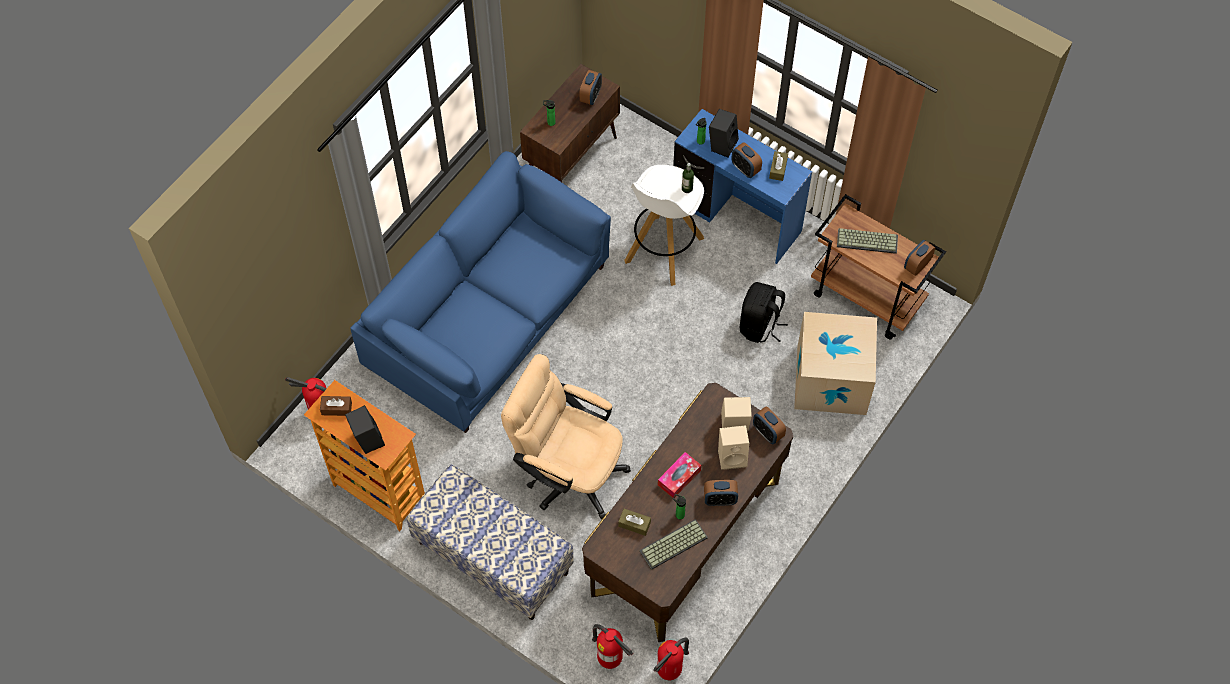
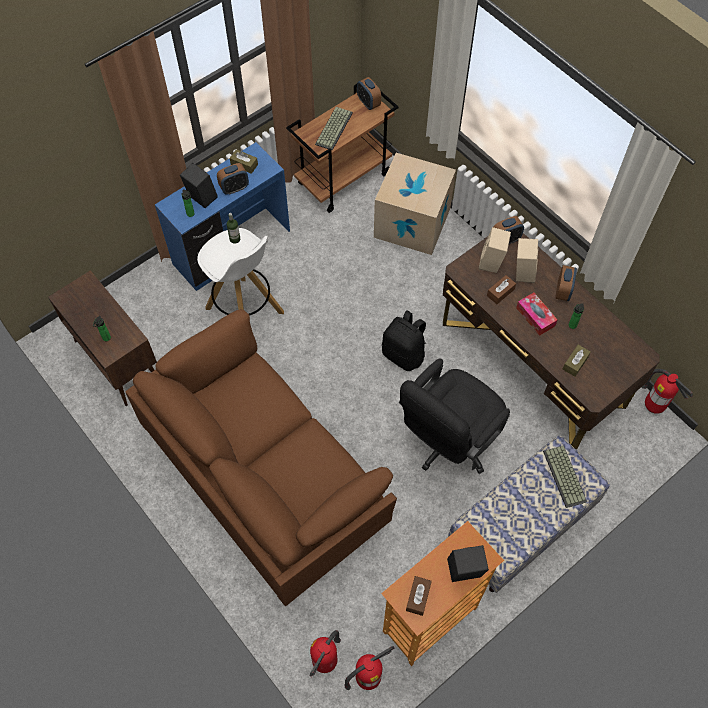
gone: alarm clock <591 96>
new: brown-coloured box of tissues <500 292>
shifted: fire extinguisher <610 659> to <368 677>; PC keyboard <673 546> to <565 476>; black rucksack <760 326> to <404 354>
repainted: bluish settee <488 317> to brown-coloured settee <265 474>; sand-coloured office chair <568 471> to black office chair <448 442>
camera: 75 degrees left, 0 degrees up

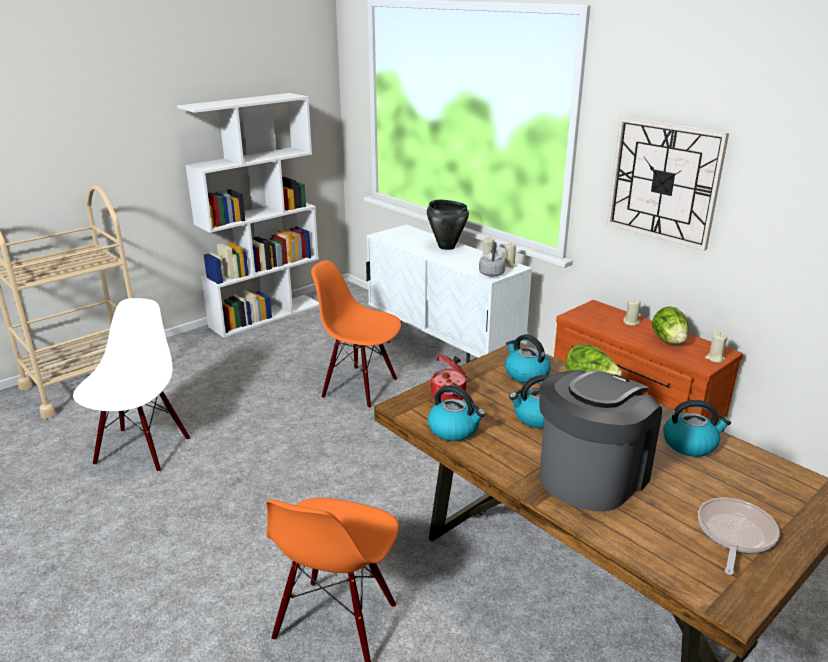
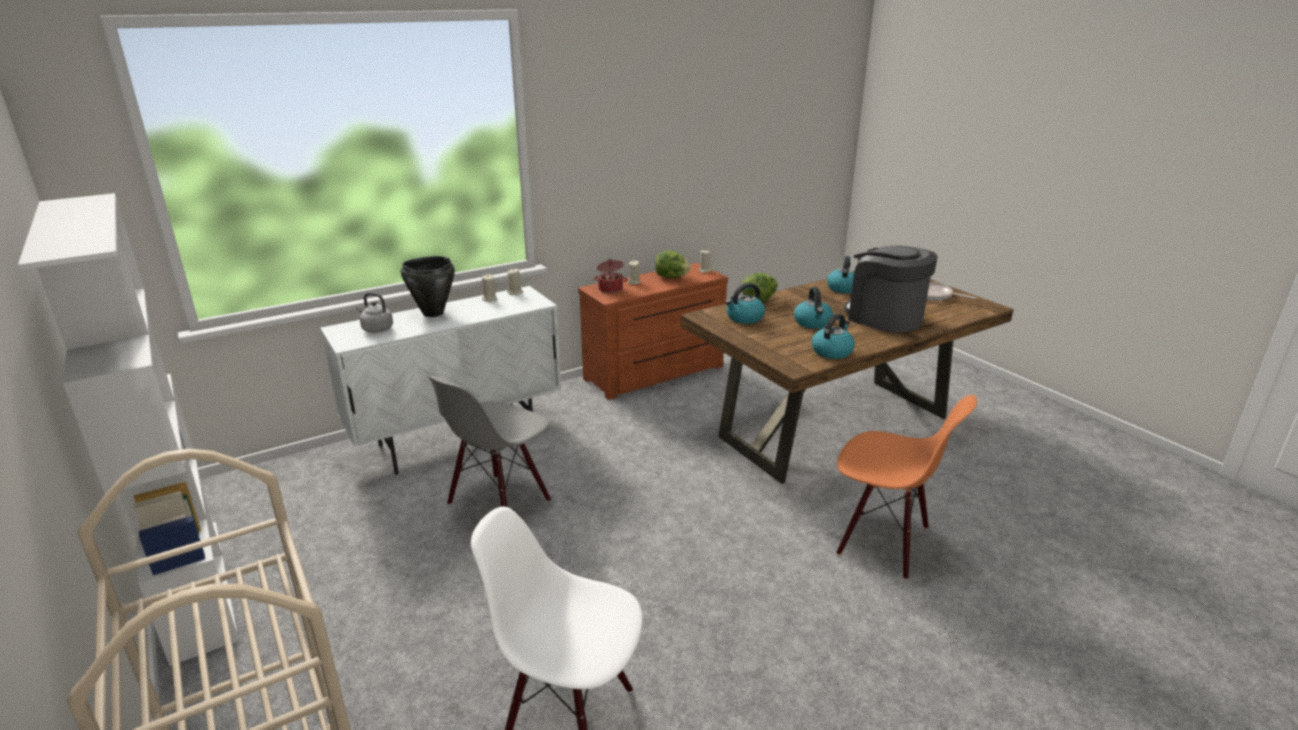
gone: hanging clock <664 182>
shifted: stockpot <449 395> to <611 289>; greyish water kettle <492 273> to <376 329>
repainted: orange-coloured upright chair <360 387> to greyish upright chair <499 503>
camera: 80 degrees left, 0 degrees up

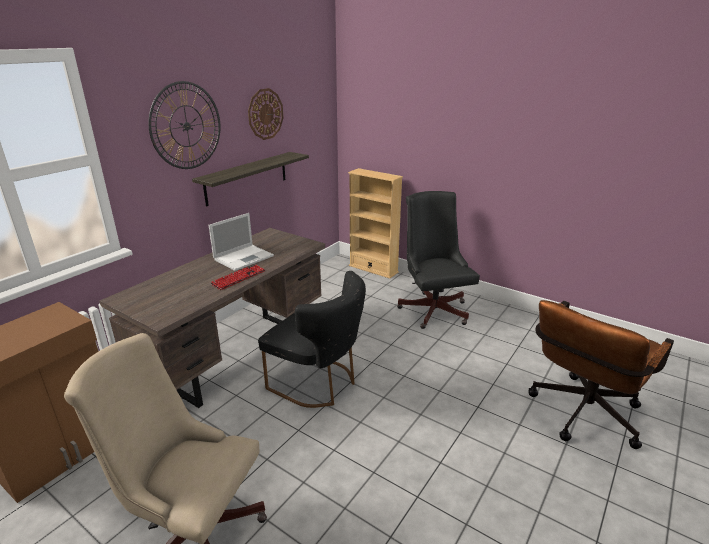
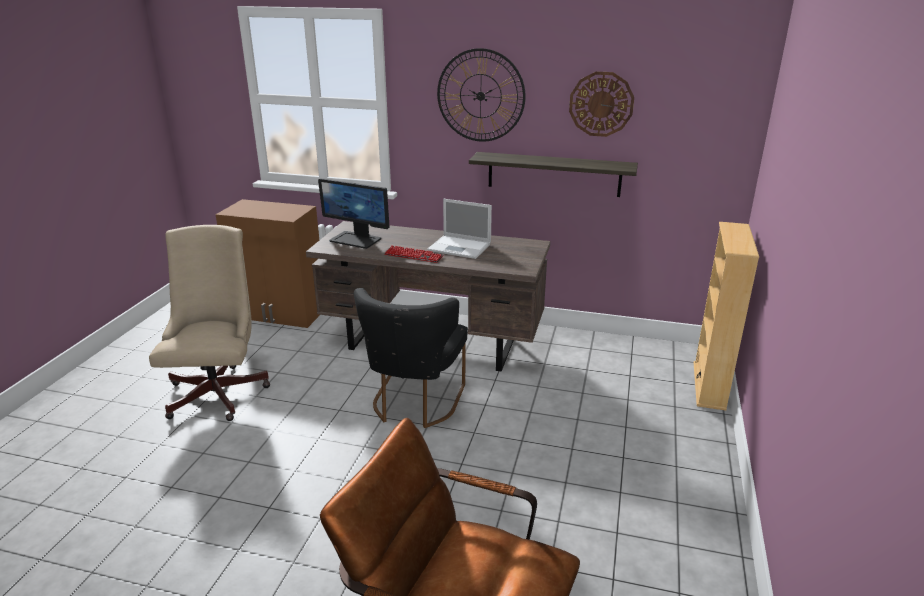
gone: black office chair <433 308>
new: computer screen <356 239>
camera: 70 degrees right, 0 degrees up

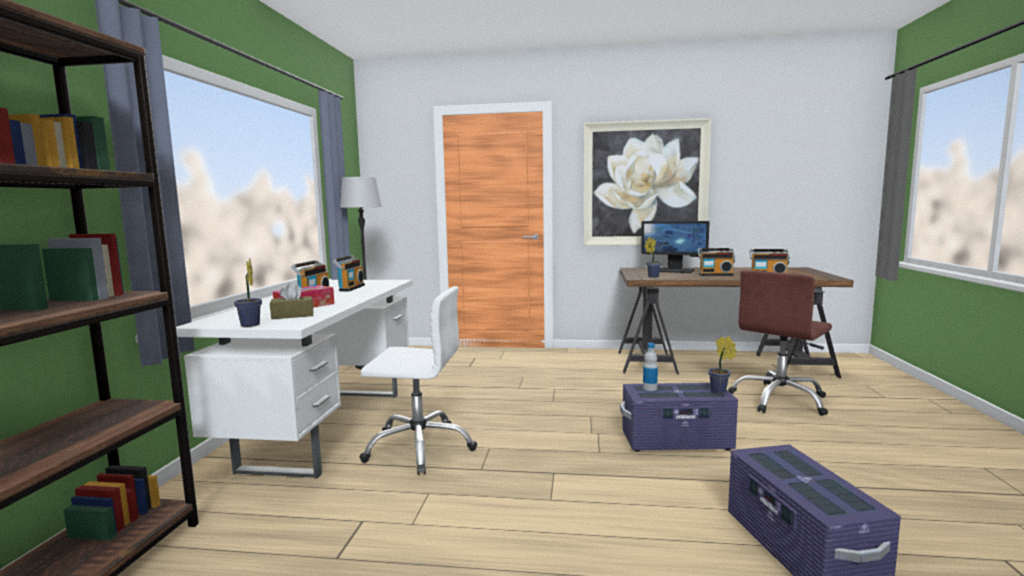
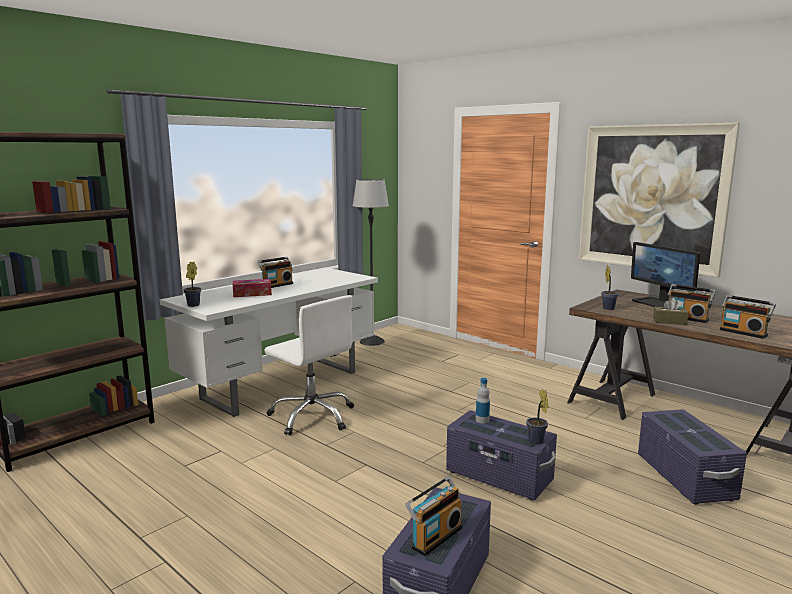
shifted: brown-coloured box of tissues <292 315> to <669 321>; radio receiver <350 288> to <435 537>
swapped: brown-coloured office chair <780 400> to purplish storage box <685 477>
camera: 35 degrees right, 5 degrees up

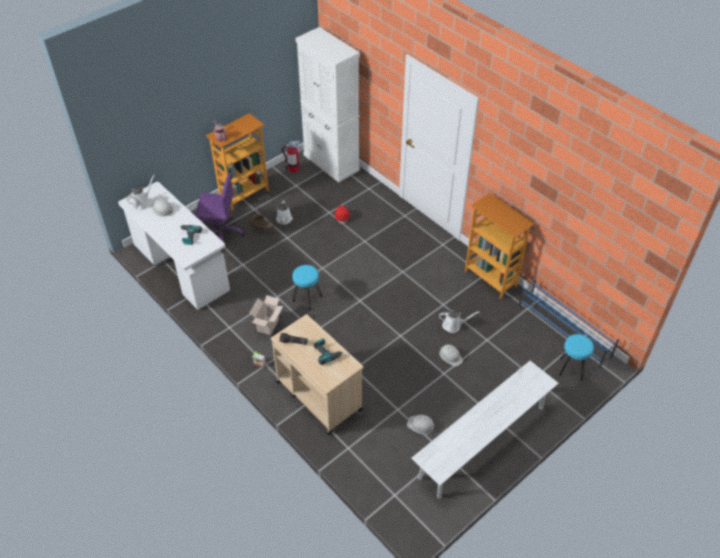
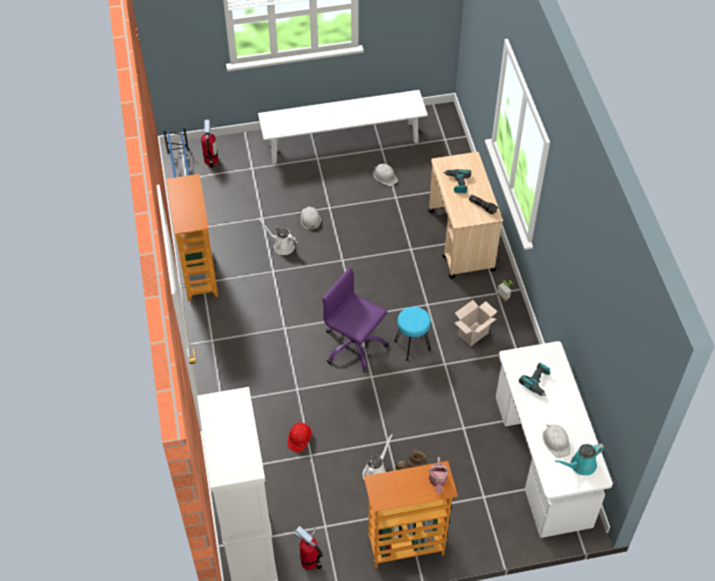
shifted: purplish office chair <220 234> to <354 346>
swapped: blue-green stool seat <571 368> to fire extinguisher <211 160>
repainted: white sprinkling can <142 203> to blue-green sprinkling can <580 465>
camera: 150 degrees left, 5 degrees up

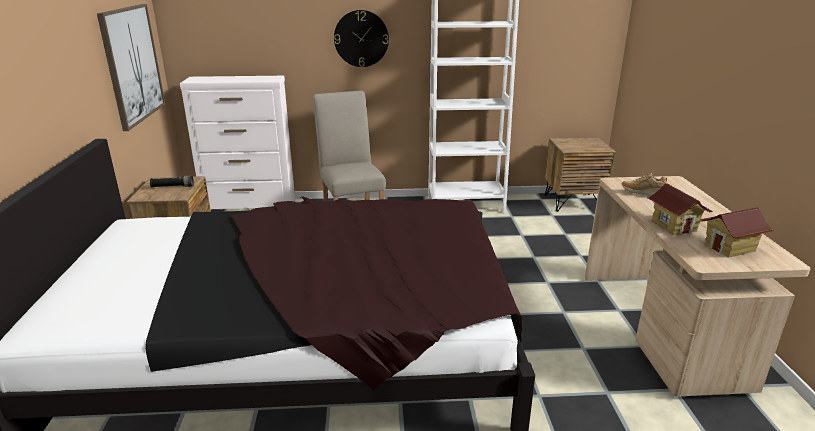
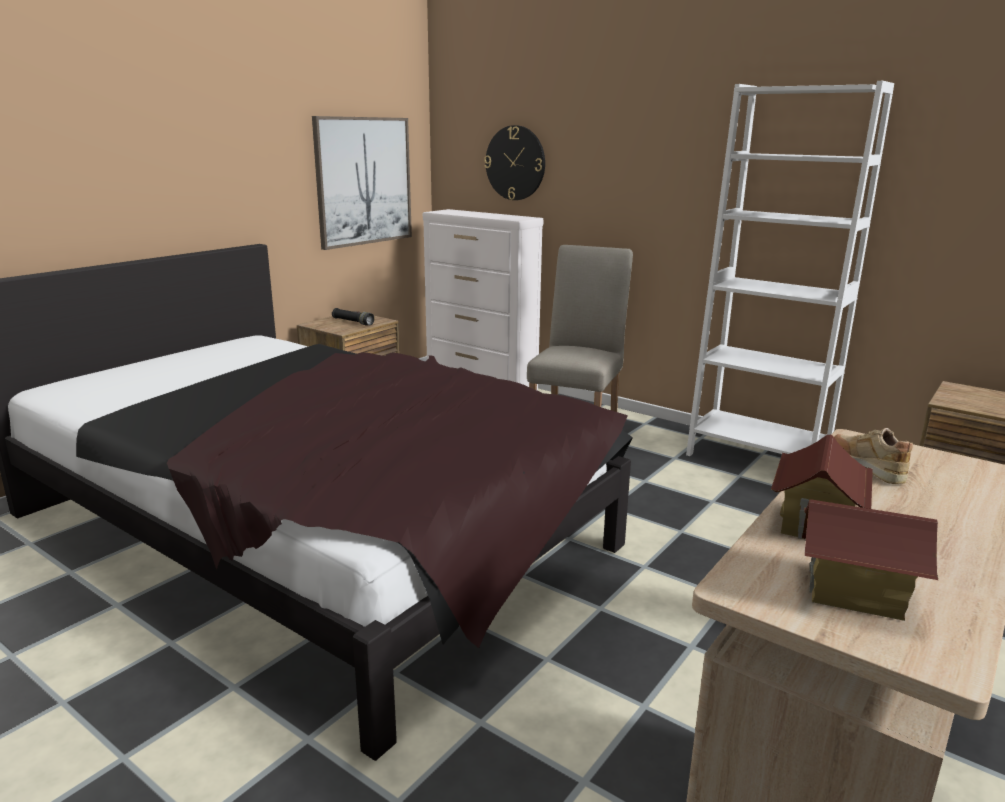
shifted: hanging clock <361 38> to <515 163>
camera: 40 degrees right, 5 degrees down

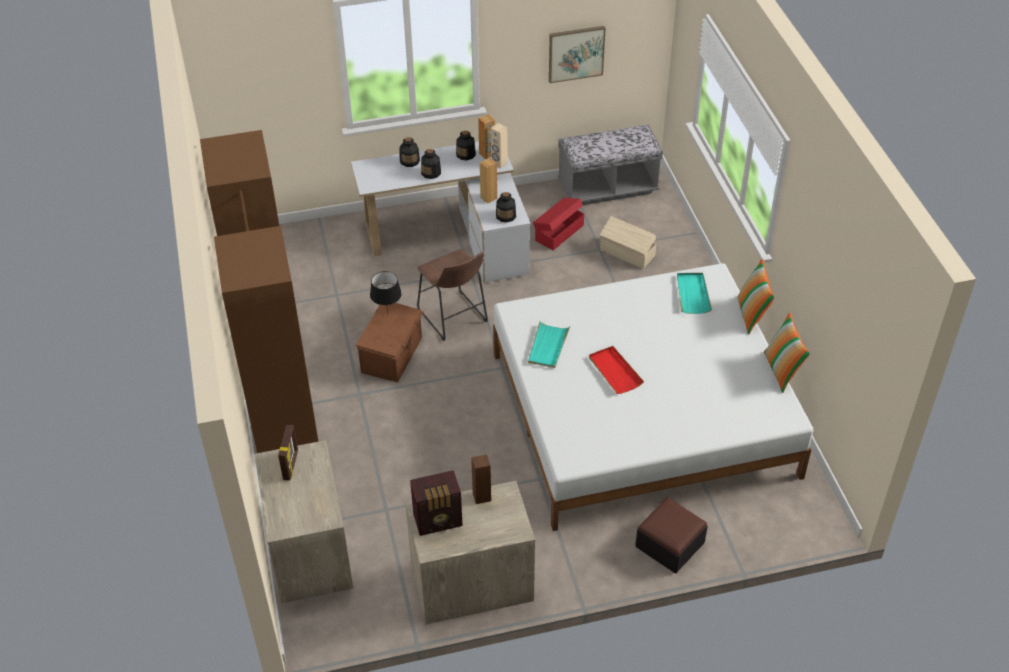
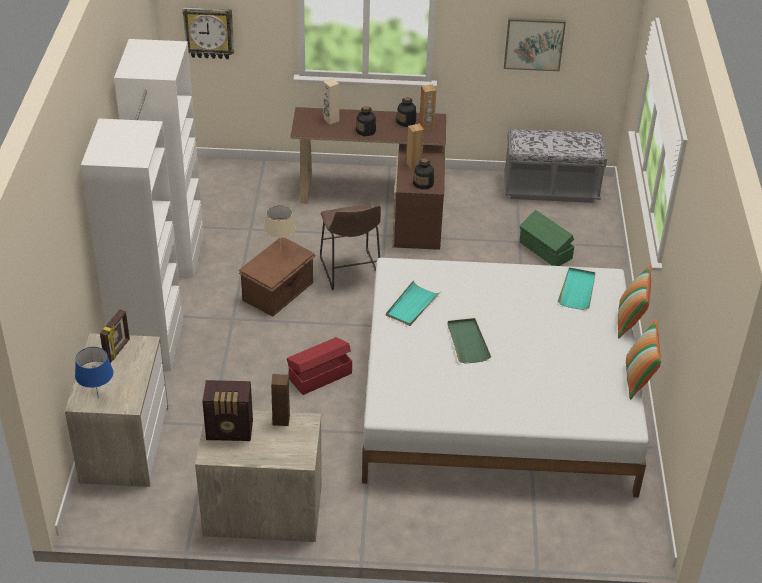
gone: bottle <410 161>; ottoman <670 544>
new: bluish tabletop lamp <98 398>; hanging clock <209 32>
shifted: sand-coloured speaker <499 163> to <331 120>; red storage box <558 232> to <319 376>
repainted: brown-coloured armoire <278 388> to white armoire <160 296>; white desk unit <453 237> to brown-coloured desk unit <382 202>; black tabletop lamp <388 314> to sand-coloured tabletop lamp <280 250>; red carrying tray <614 371> to greenish carrying tray <467 342>; sand-coloured storage box <627 253> to greenish storage box <545 251>
camera: 15 degrees right, 5 degrees down

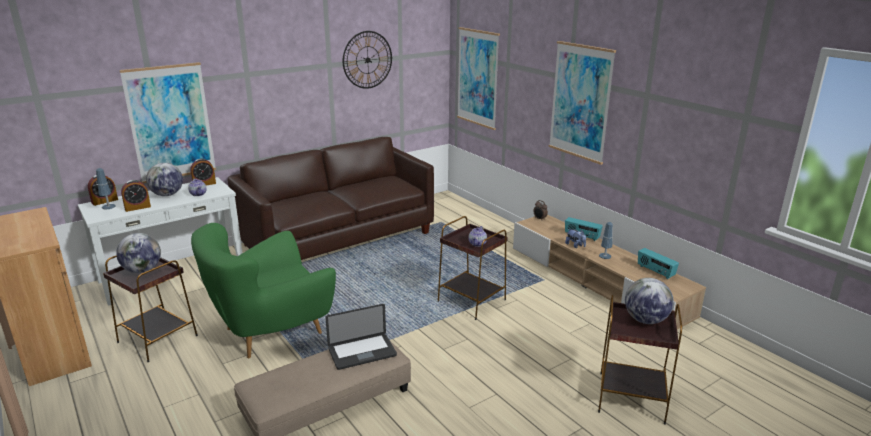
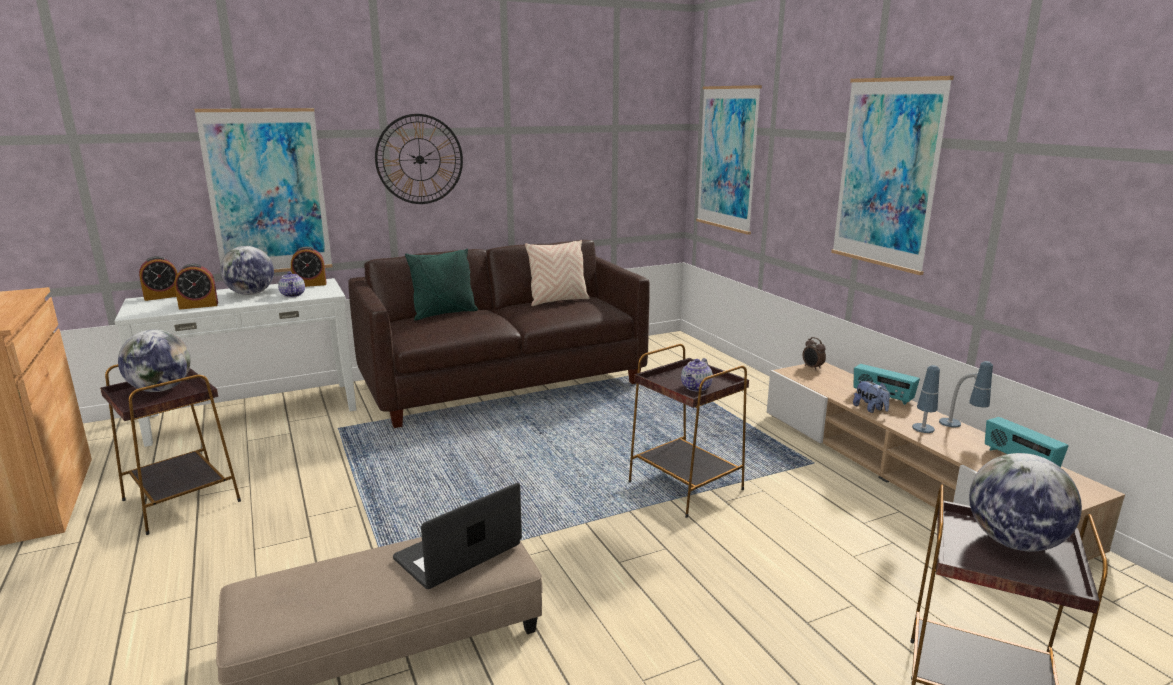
gone: greenish armchair <271 331>
new: greenish throw pillow <444 314>; sand-coloured throw pillow <558 301>
shifted: tabletop lamp <109 210> to <960 429>; hanging clock <367 60> to <419 159>
rotated: laptop <362 352> = <458 552> 150 degrees clockwise
camera: 10 degrees right, 5 degrees down

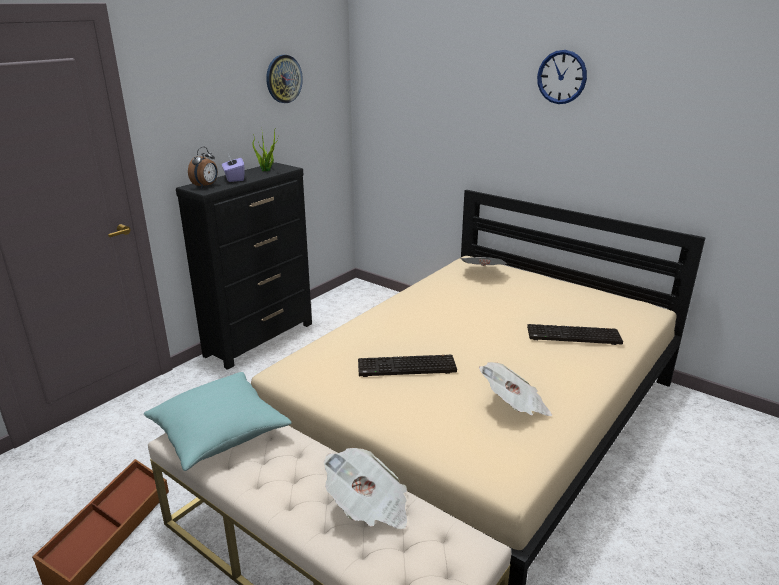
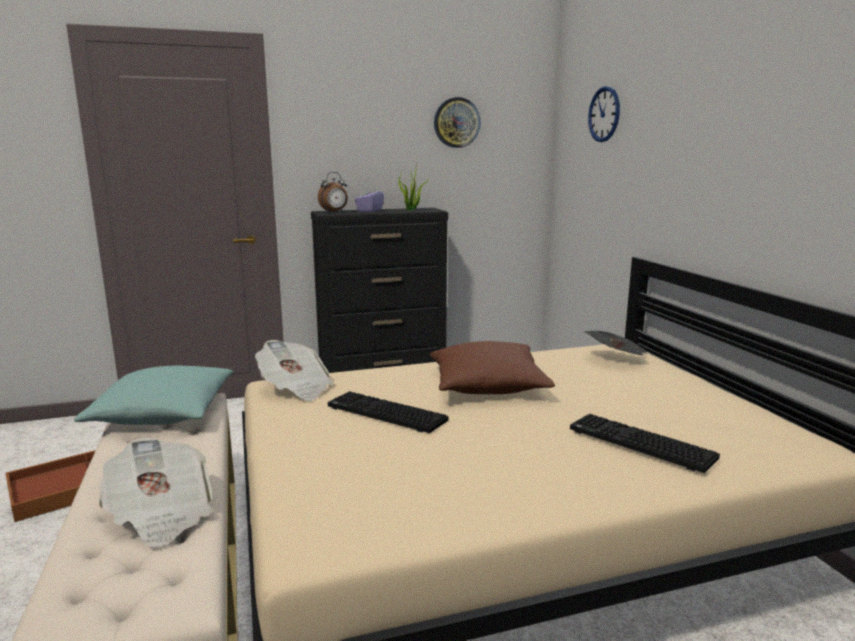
new: brown-coloured throw pillow <487 386>
shifted: printed paper <514 406> to <296 388>; hanging clock <561 77> to <604 114>
camera: 35 degrees right, 10 degrees down

